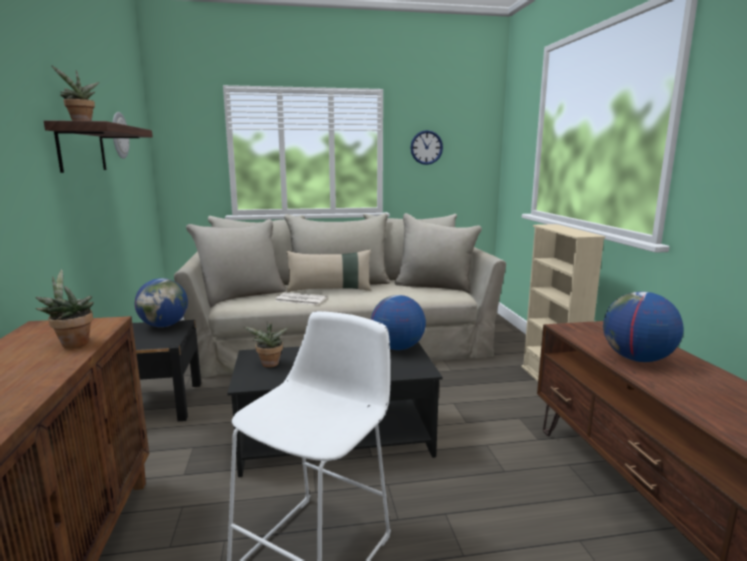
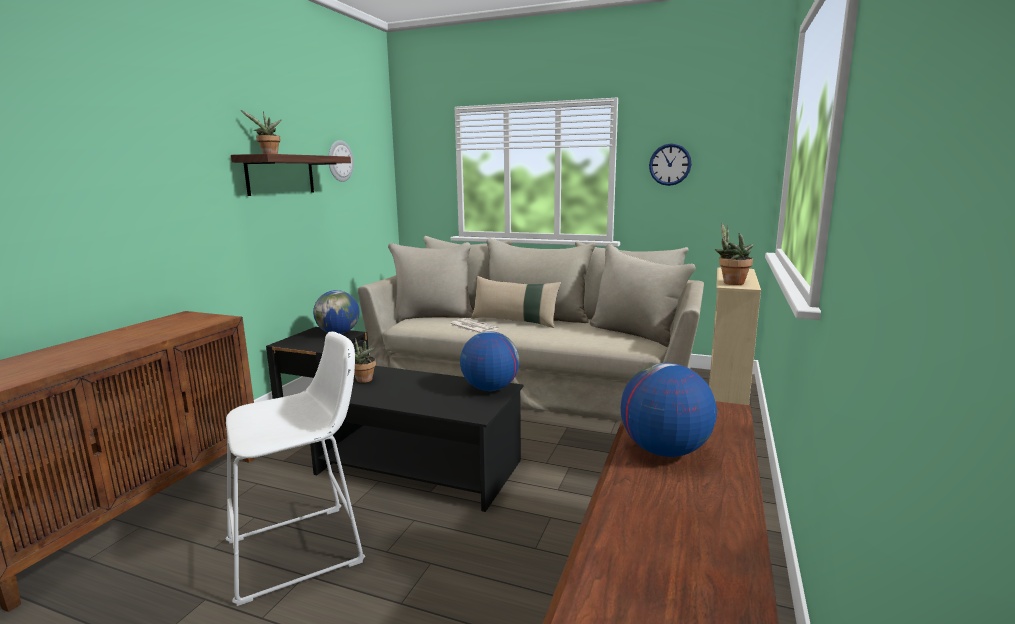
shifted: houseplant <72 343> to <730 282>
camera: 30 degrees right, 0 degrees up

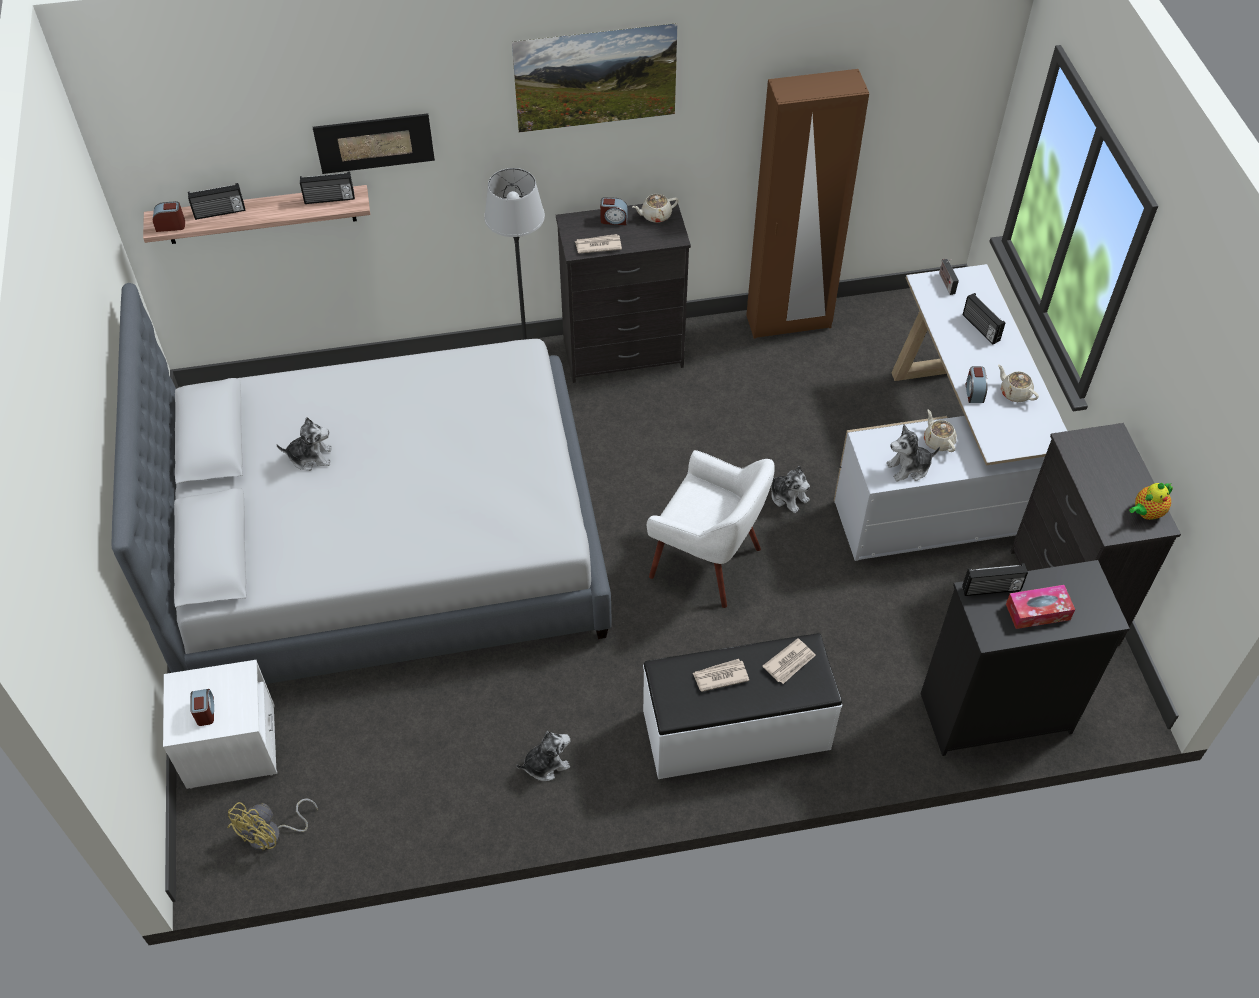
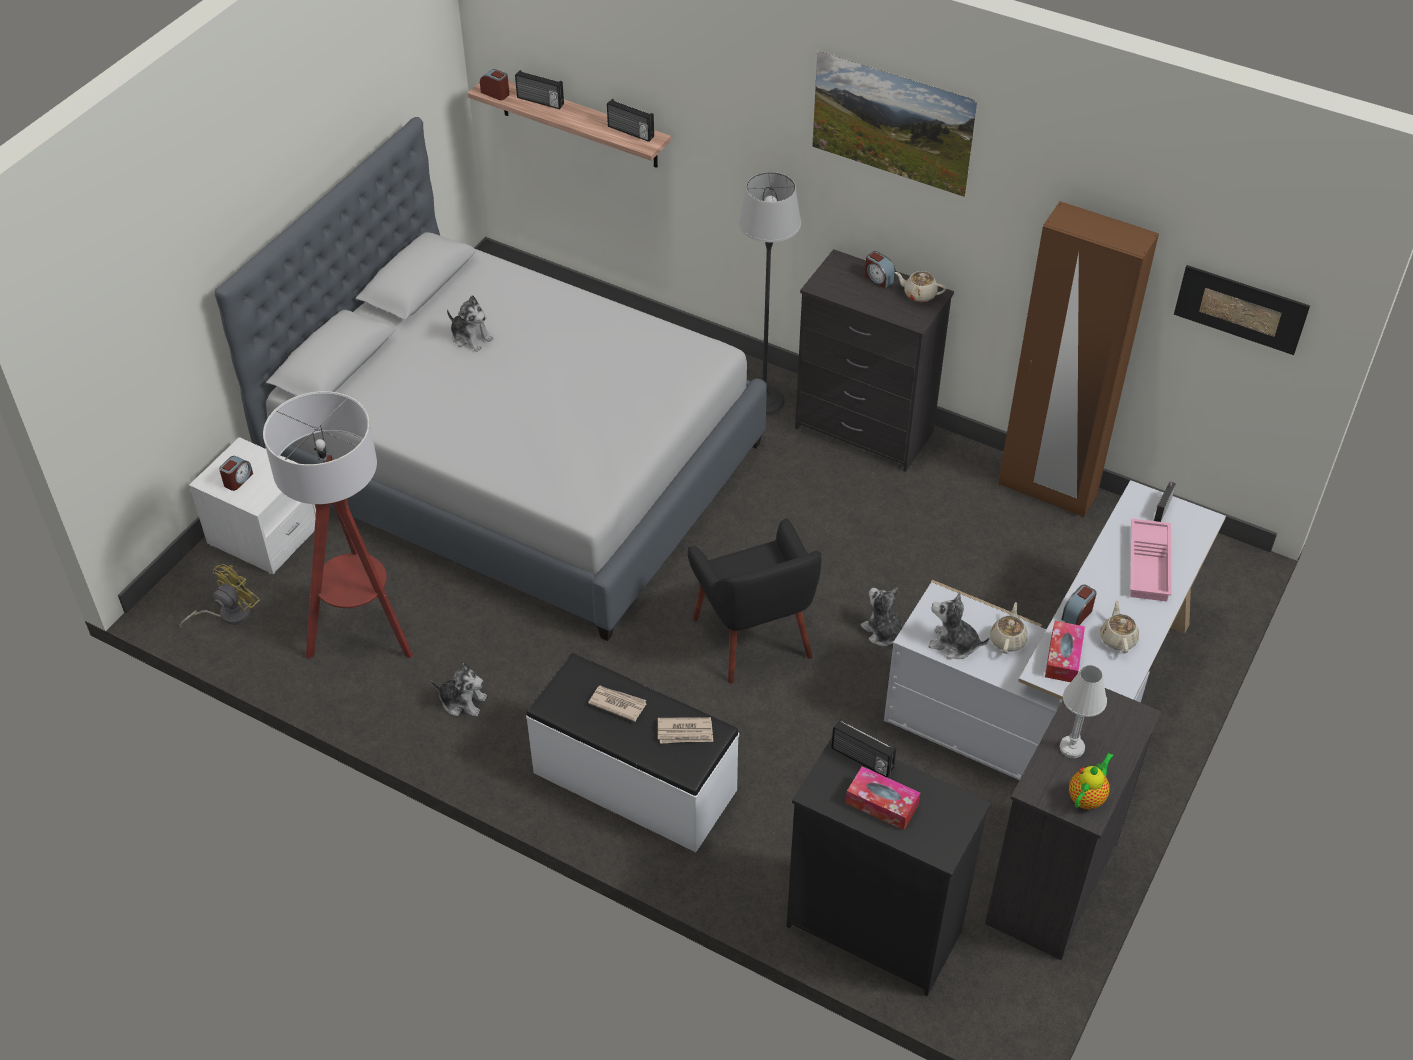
gone: printed paper <598 245>
new: standard lamp <363 633>; box of tissues <1063 657>; white tabletop lamp <1072 748>
shifted: wall art <374 143> to <1240 309>
swapped: radio receiver <980 328> to pinkish carrying tray <1150 565>
repainted: white armchair <707 562> to black armchair <754 638>
rotated: yellow fan <272 835> = <228 614> 150 degrees clockwise; soft toy <788 497> = <883 632> 150 degrees clockwise; pot for tea <1146 513> = <1087 797> 120 degrees clockwise
camera: 40 degrees right, 5 degrees down

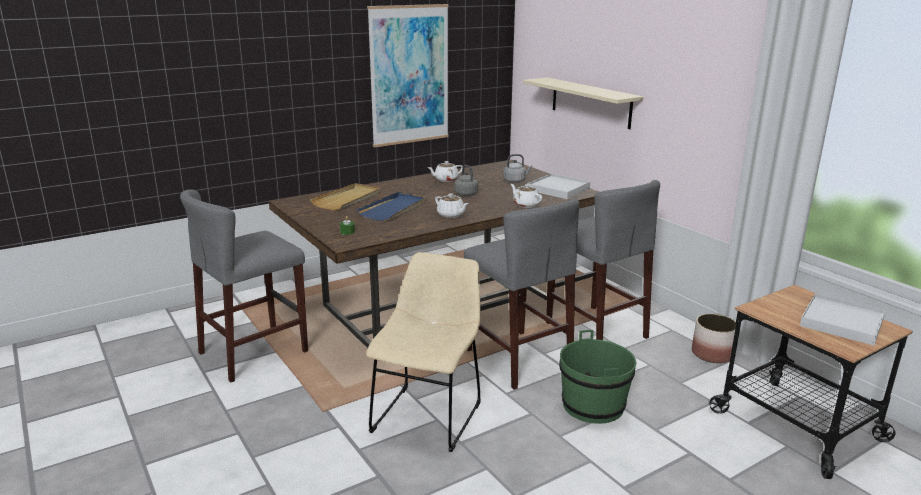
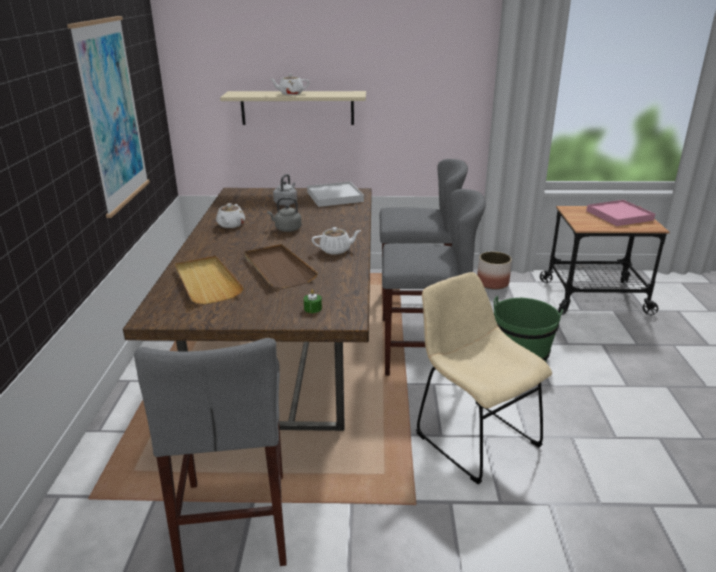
shifted: white pot for tea <525 204> to <290 94>
repainted: bluish carrying tray <394 209> to brown-coloured carrying tray <278 269>; white carrying tray <842 322> to pinkish carrying tray <619 215>
camera: 55 degrees left, 5 degrees up

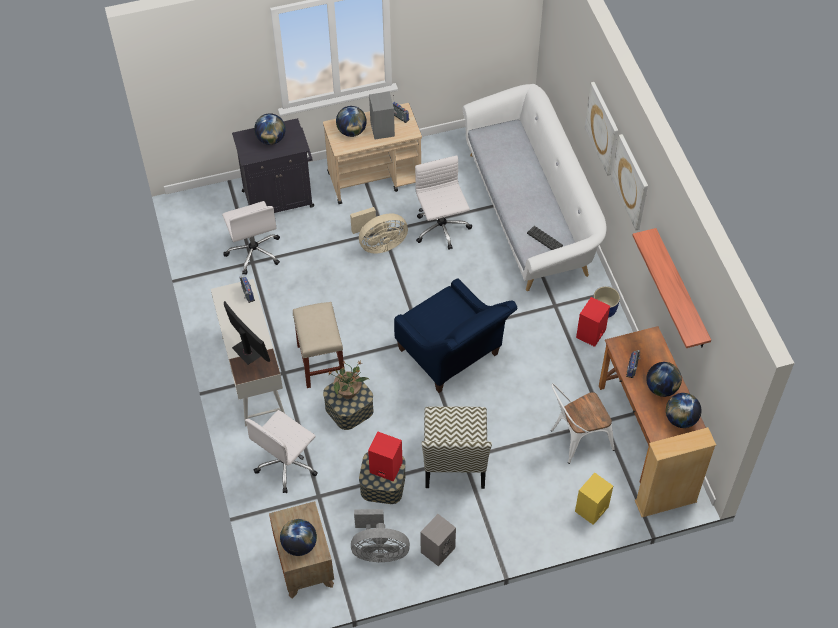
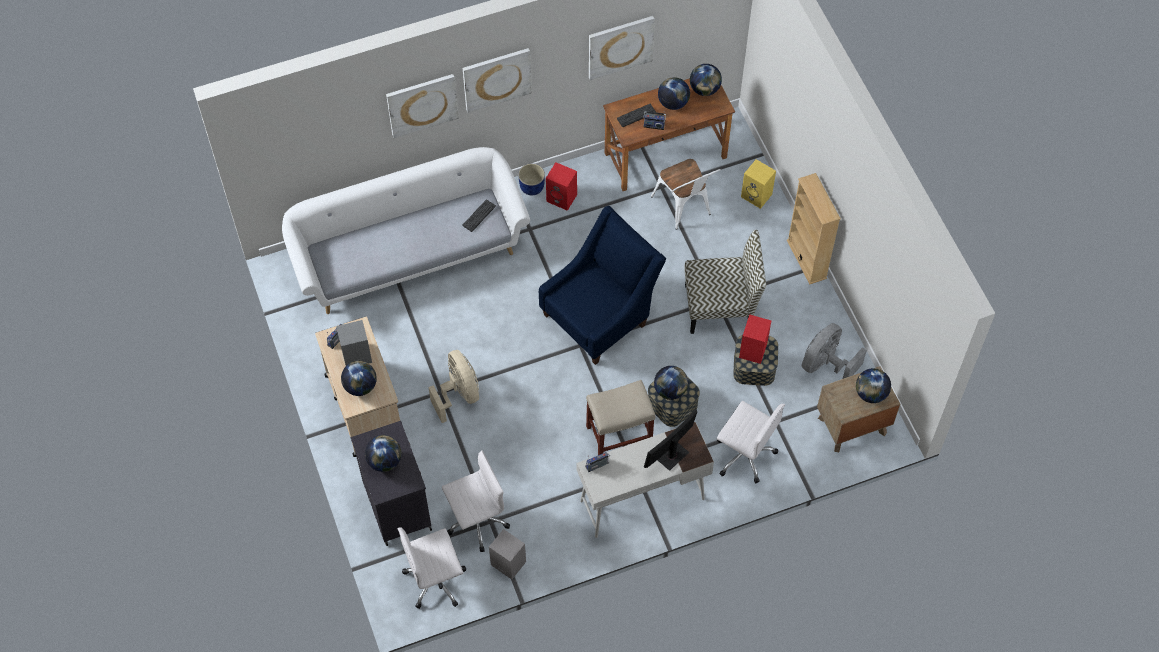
new: PC keyboard <636 115>
shifted: white office chair <441 229> to <436 580>; greyish speaker <438 549> to <507 563>; sand-coloured shelving unit <665 501> to <806 259>
swapped: houseplant <349 391> to globe <670 390>; shelf <681 290> to wall art <620 46>
rotated: greyish fan <378 551> = <825 364> 135 degrees counterclockwise
camera: 95 degrees left, 5 degrees up

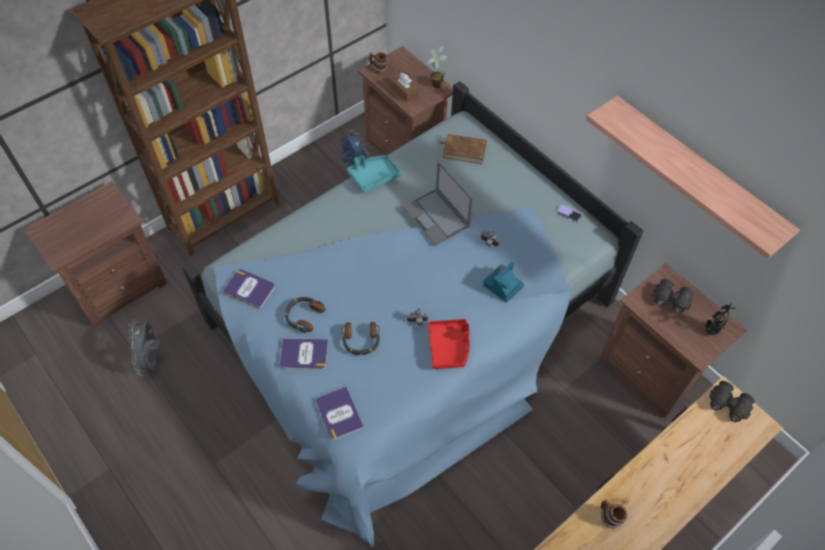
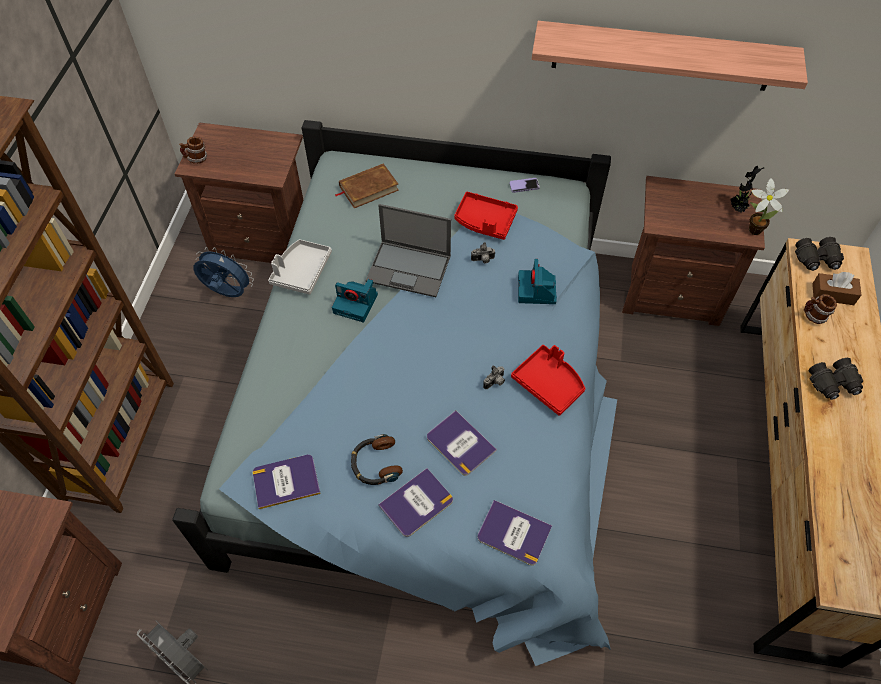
new: still camera <356 303>; red carrying tray <485 221>
shifted: brown-coloured box of tissues <403 91> to <832 294>; houseplant <436 83> to <752 229>; mug <609 517> to <813 316>; black field glasses <670 301> to <833 384>
swapped: pair of headphones <361 341> to volume <460 444>
repainted: blue-green carrying tray <373 176> to greyish carrying tray <301 271>
camera: 40 degrees left, 0 degrees up

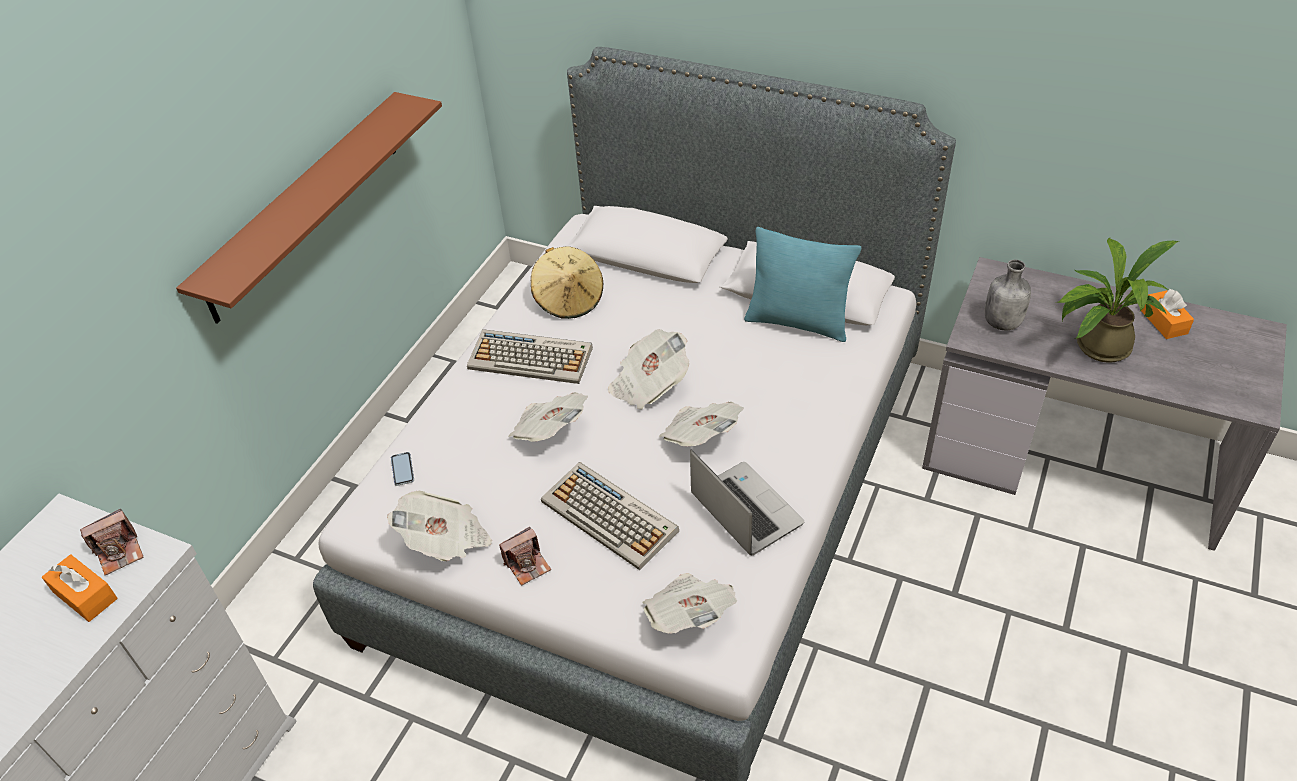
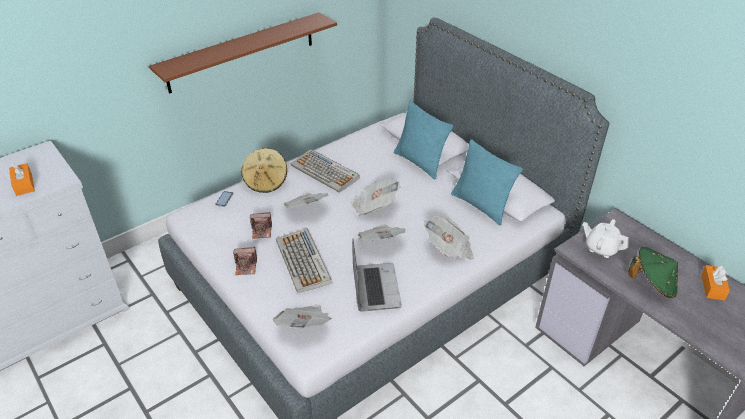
new: blue-green throw pillow <420 162>
shifted: still camera <119 552> to <262 231>; printed paper <446 541> to <449 249>; sand-coloured hat <569 300> to <266 181>
swapped: greyish bottle <1002 323> to white pot for tea <601 248>; houseplant <1095 347> to greenish hat <652 284>
camera: 25 degrees right, 5 degrees down

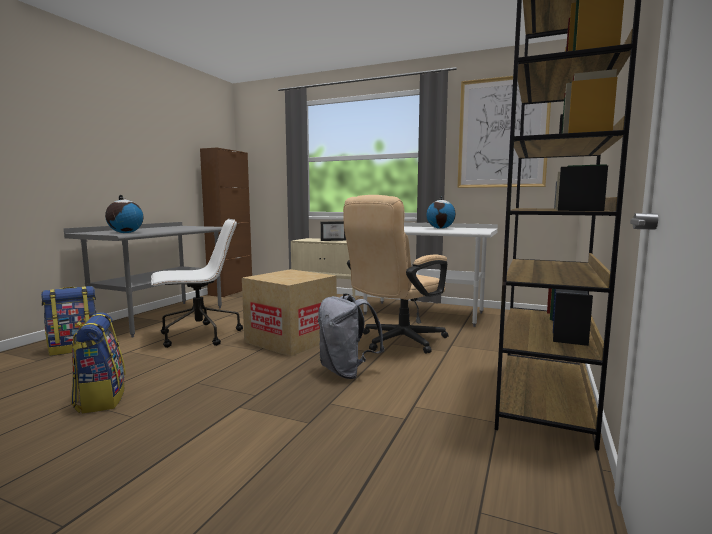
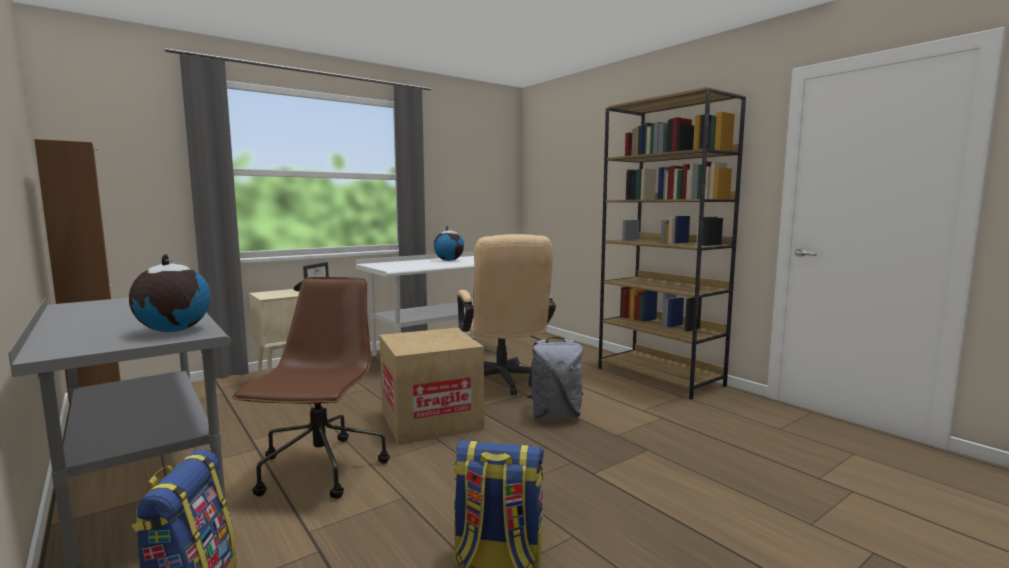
gone: wall art <502 133>
repainted: white office chair <198 336> to brown-coloured office chair <320 470>
camera: 60 degrees left, 0 degrees up

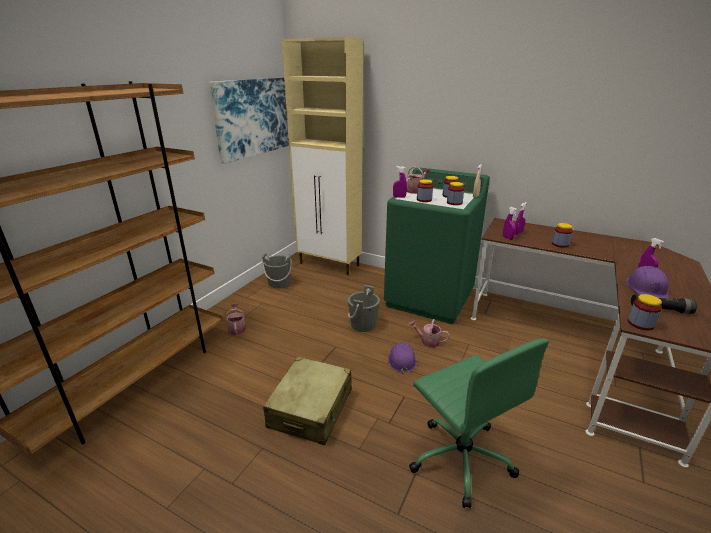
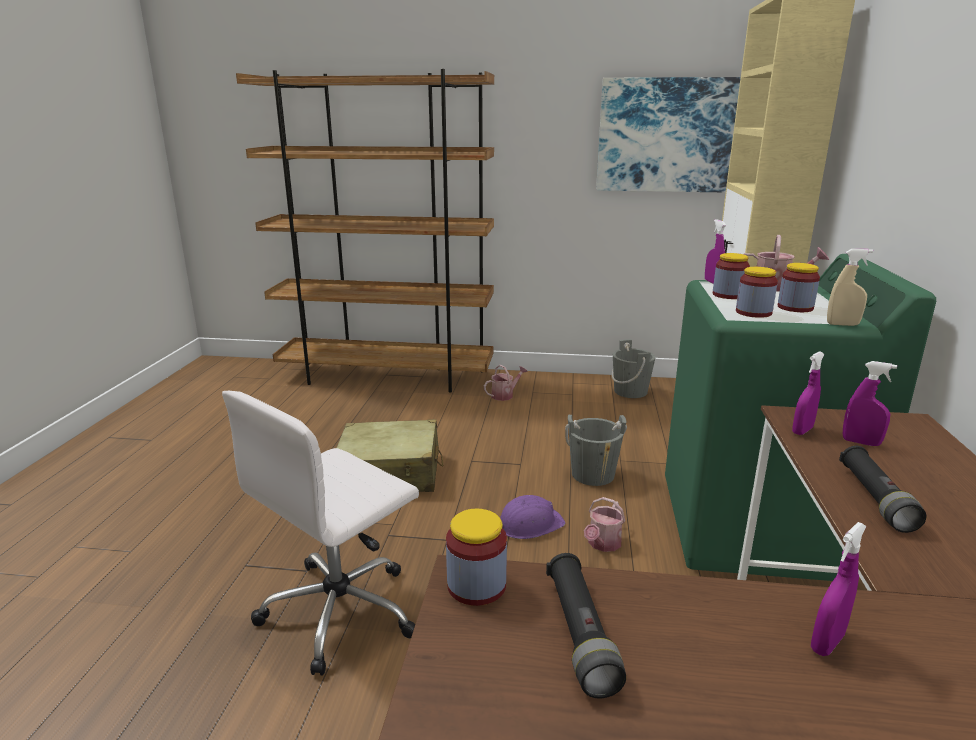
gone: purplish safety helmet <647 289>
swapped: jar <560 244> to black flashlight <875 499>
repainted: greenish office chair <460 457> to white office chair <342 610>
rotated: sprinkling can <427 341> = <602 544> 150 degrees counterclockwise
camera: 70 degrees right, 5 degrees down

